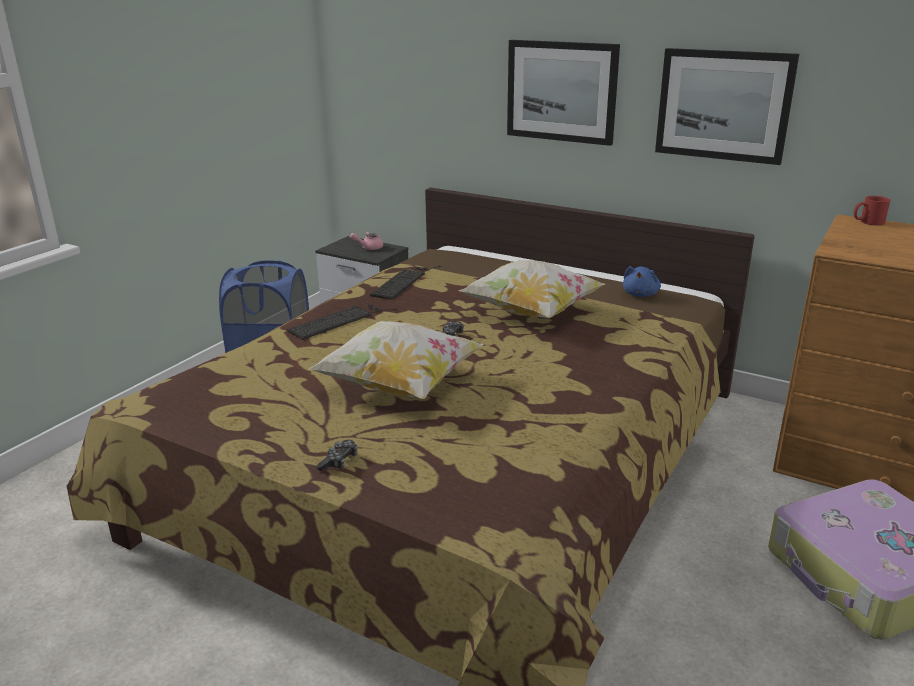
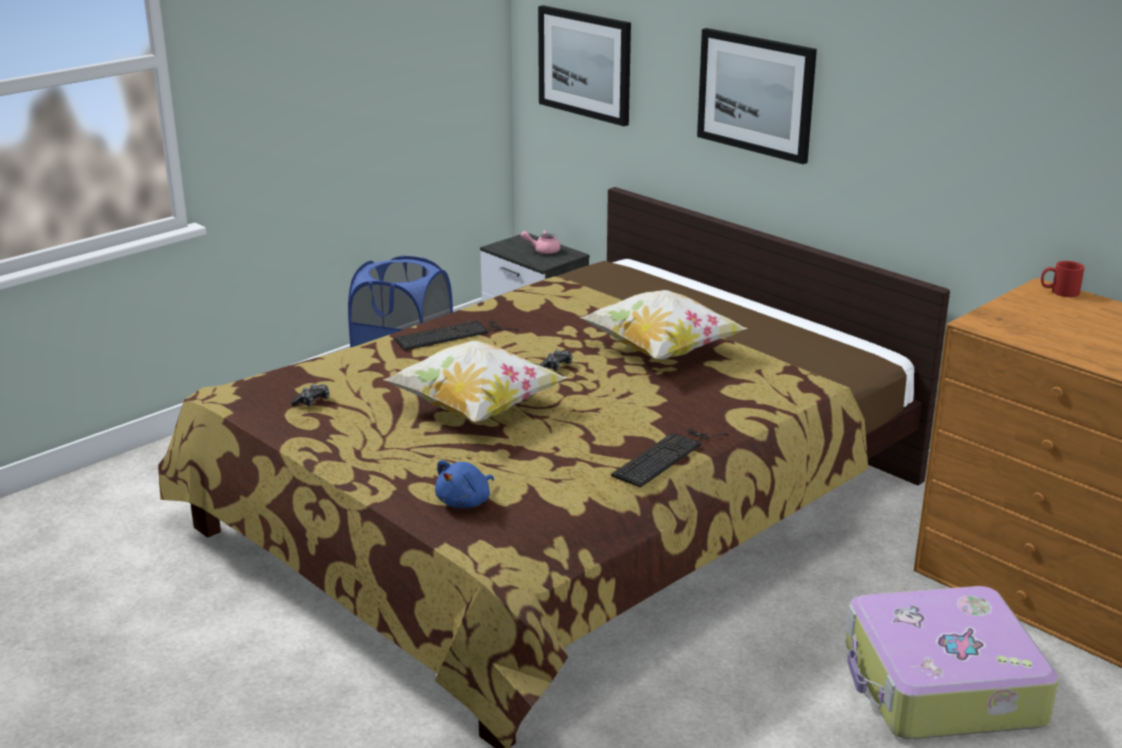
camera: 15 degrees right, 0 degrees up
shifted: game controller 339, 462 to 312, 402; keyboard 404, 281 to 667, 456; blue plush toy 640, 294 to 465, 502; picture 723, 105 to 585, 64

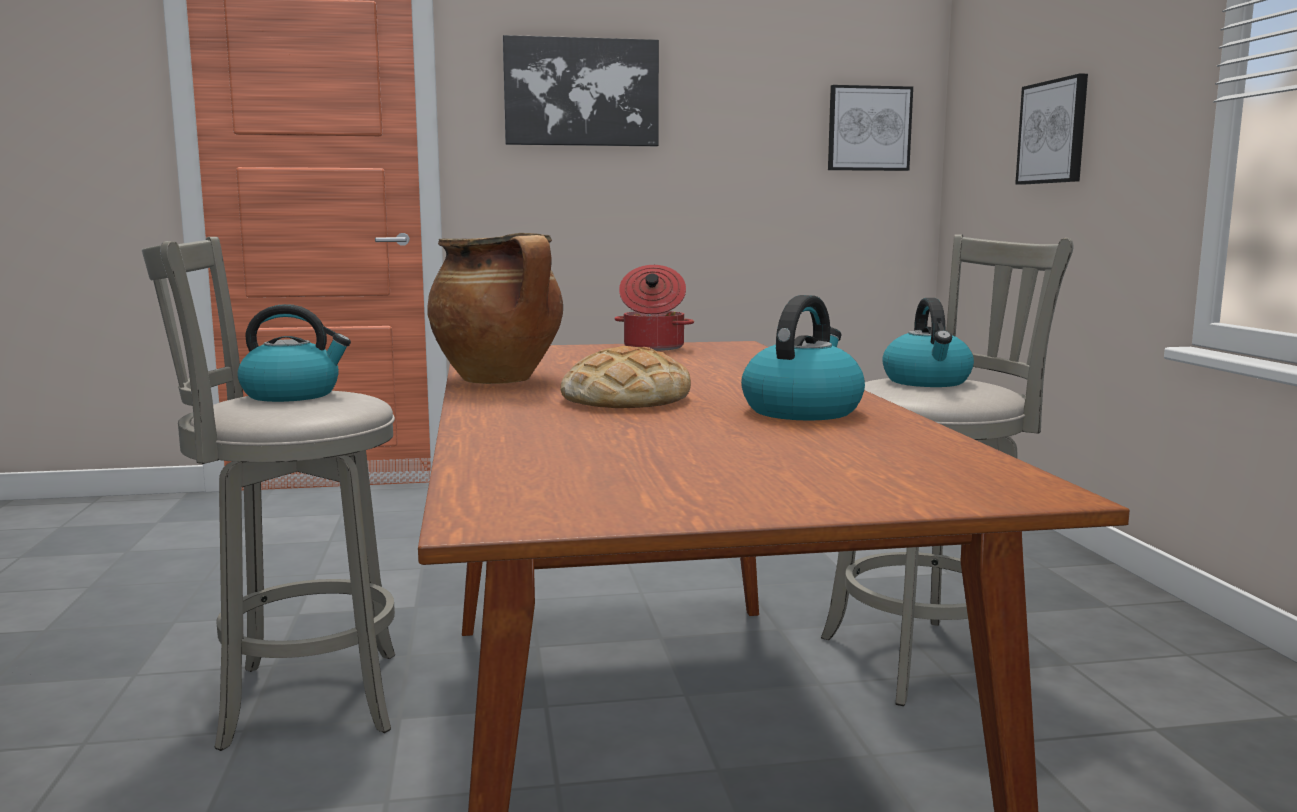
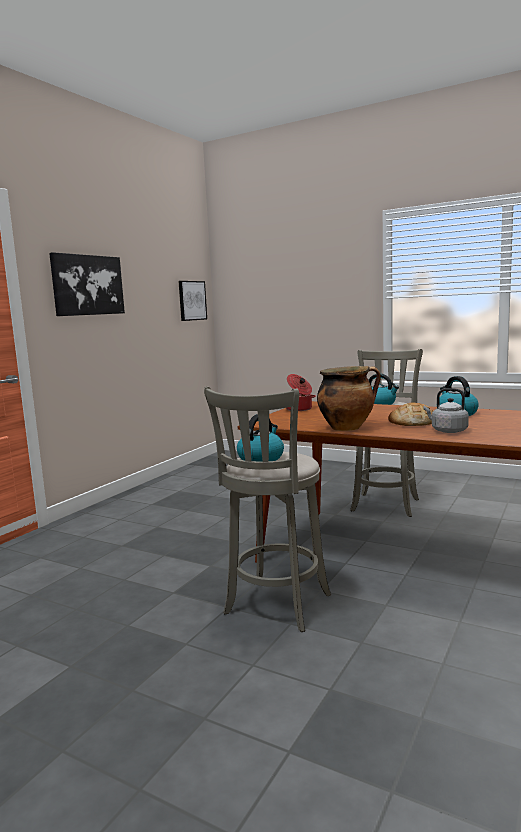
camera: 50 degrees left, 0 degrees up
gone: picture 1053, 132
new: grey kettle 447, 431

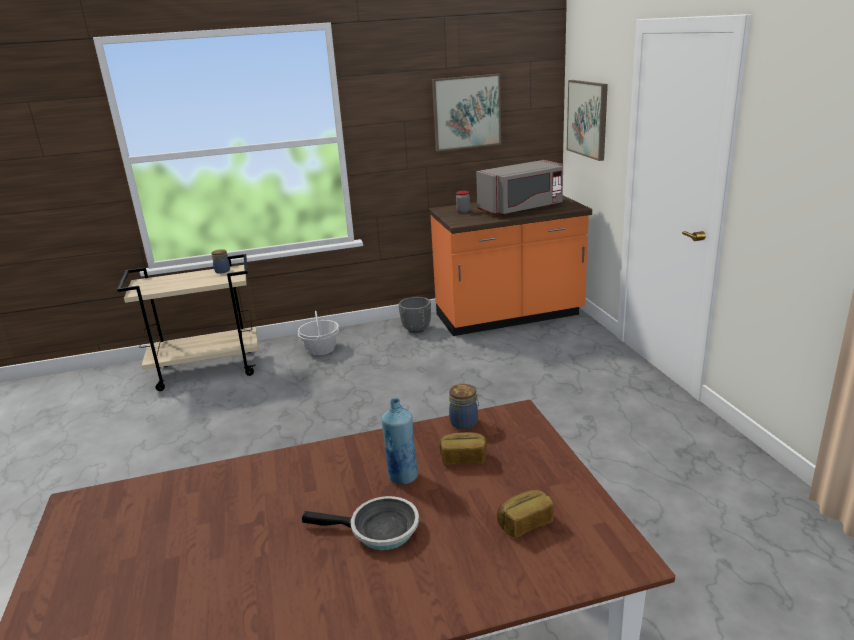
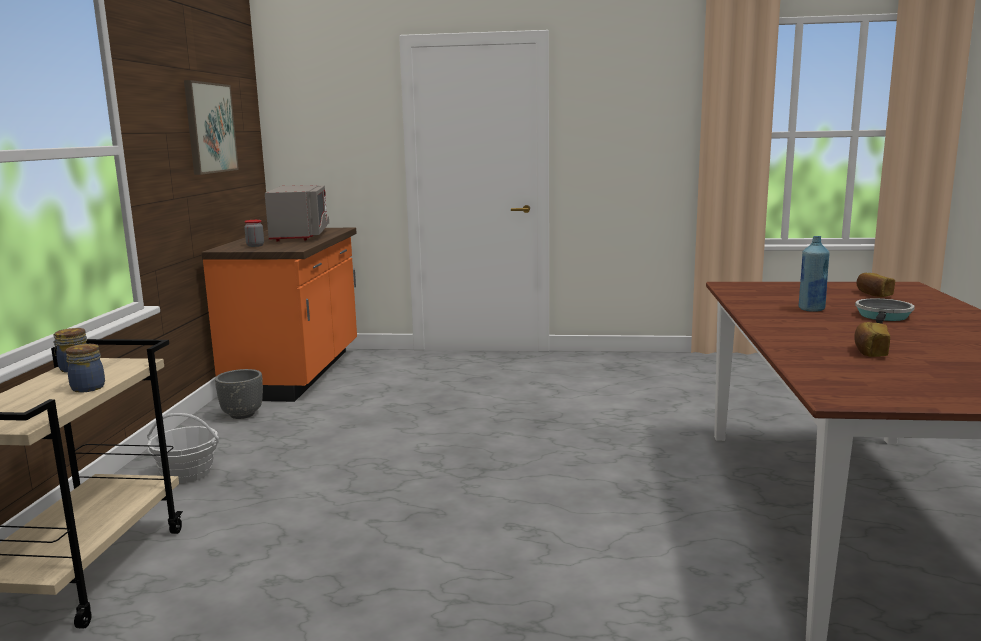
camera: 70 degrees left, 10 degrees down
gone: picture 588, 119
shifted: bread 463, 458 to 869, 352; jar 465, 422 to 88, 387

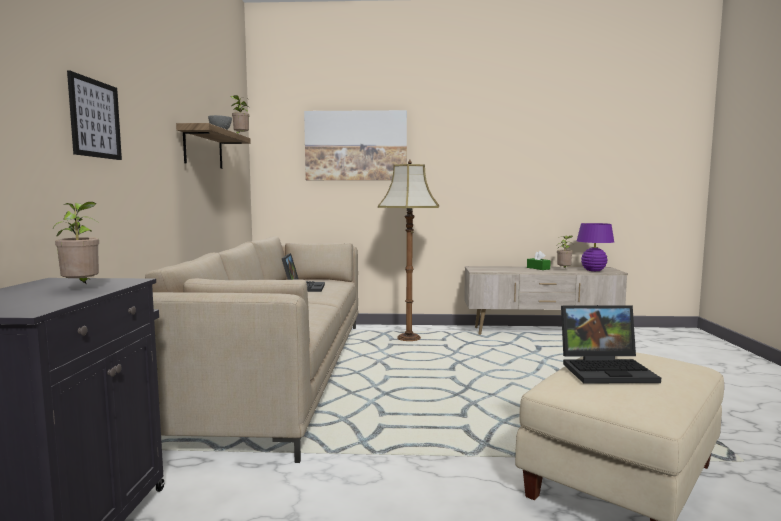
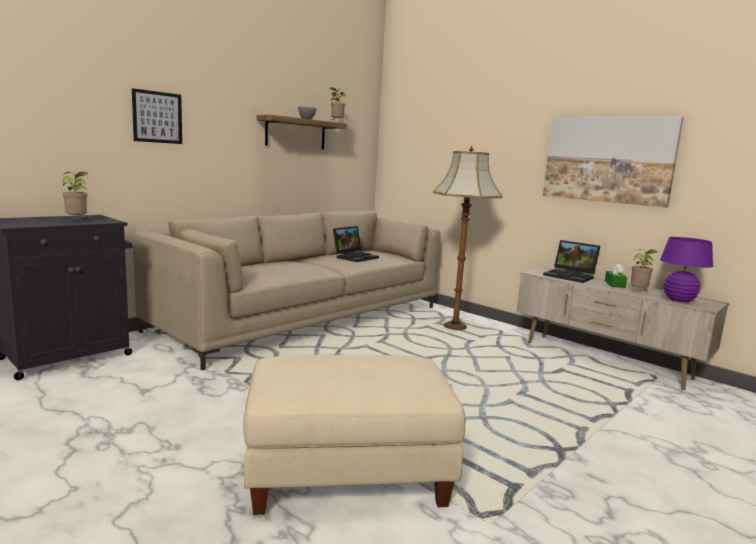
camera: 40 degrees right, 5 degrees up
shifted: picture 356, 146 to 608, 159; laptop 607, 370 to 571, 276

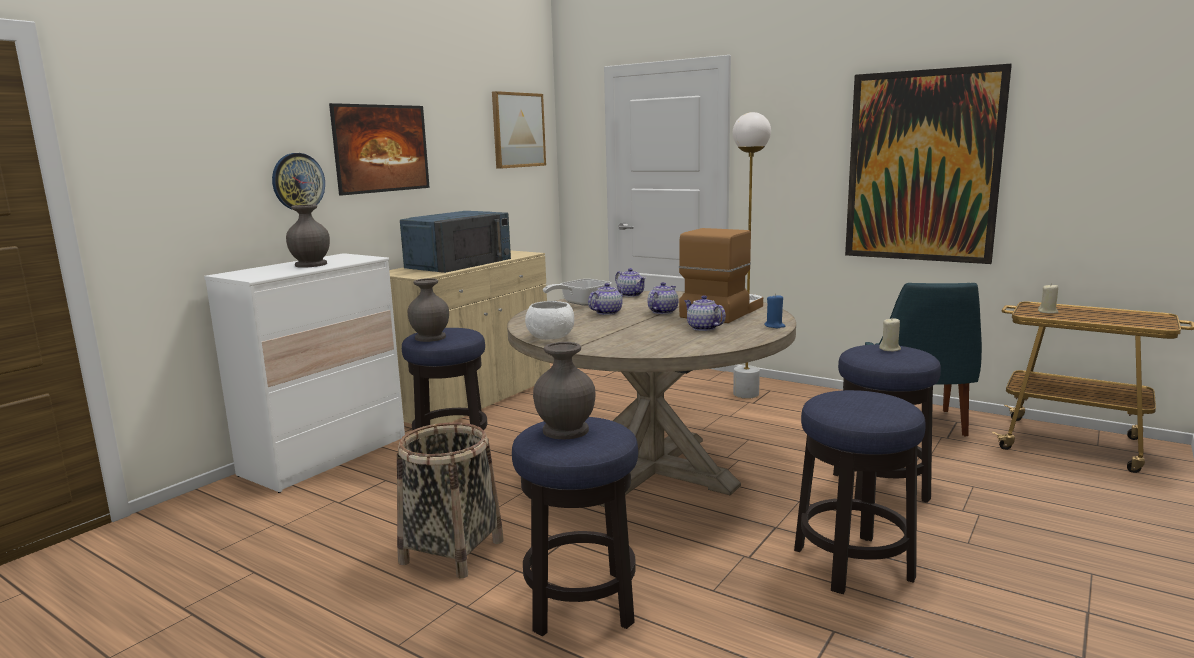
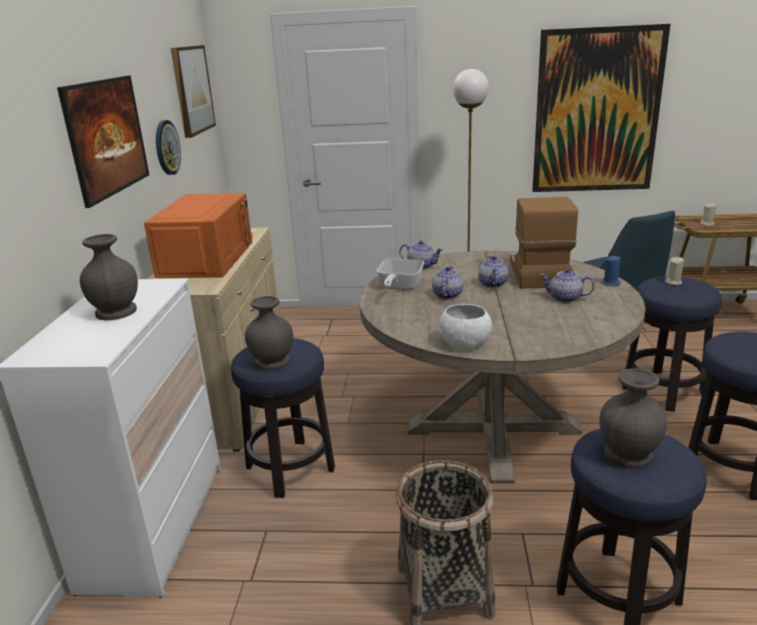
camera: 30 degrees left, 10 degrees up
shifted: wall clock 298, 182 to 166, 147
repainted: blue microwave 459, 263 to orange microwave 206, 258

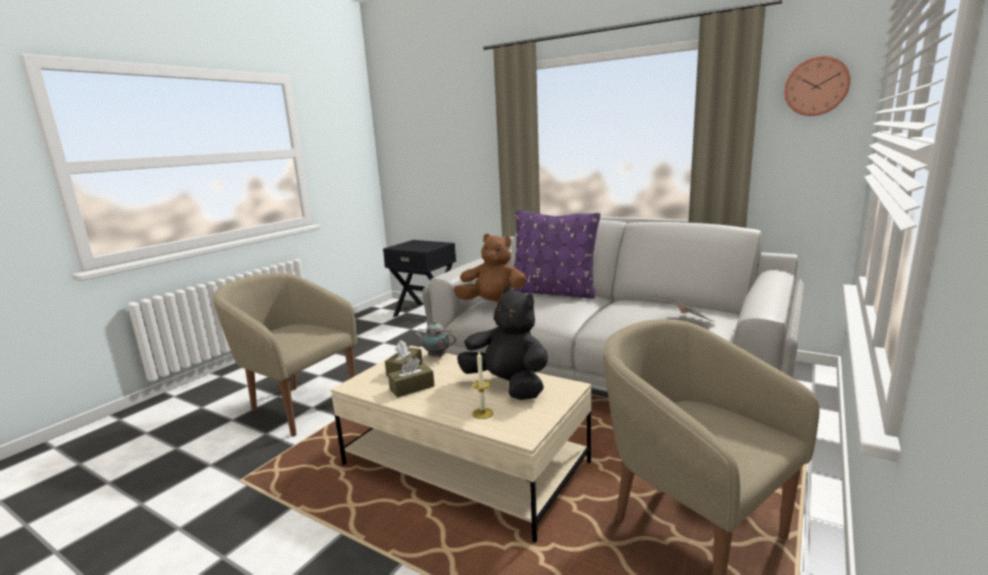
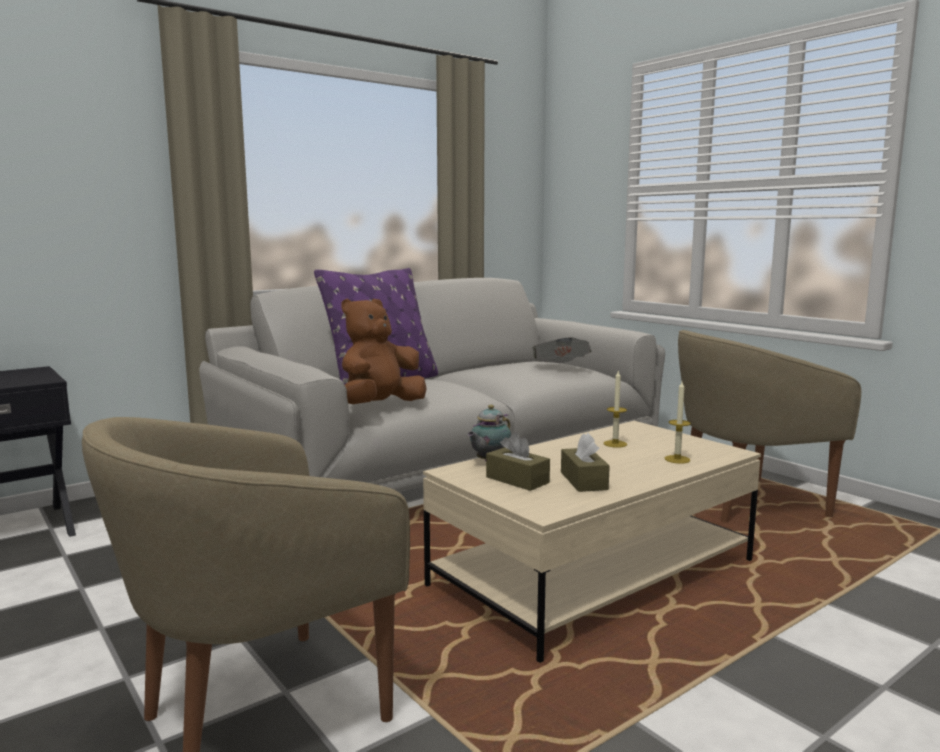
camera: 70 degrees left, 5 degrees down
gone: wall clock 816, 86
swapped: black plush toy 507, 386 to candle 615, 444

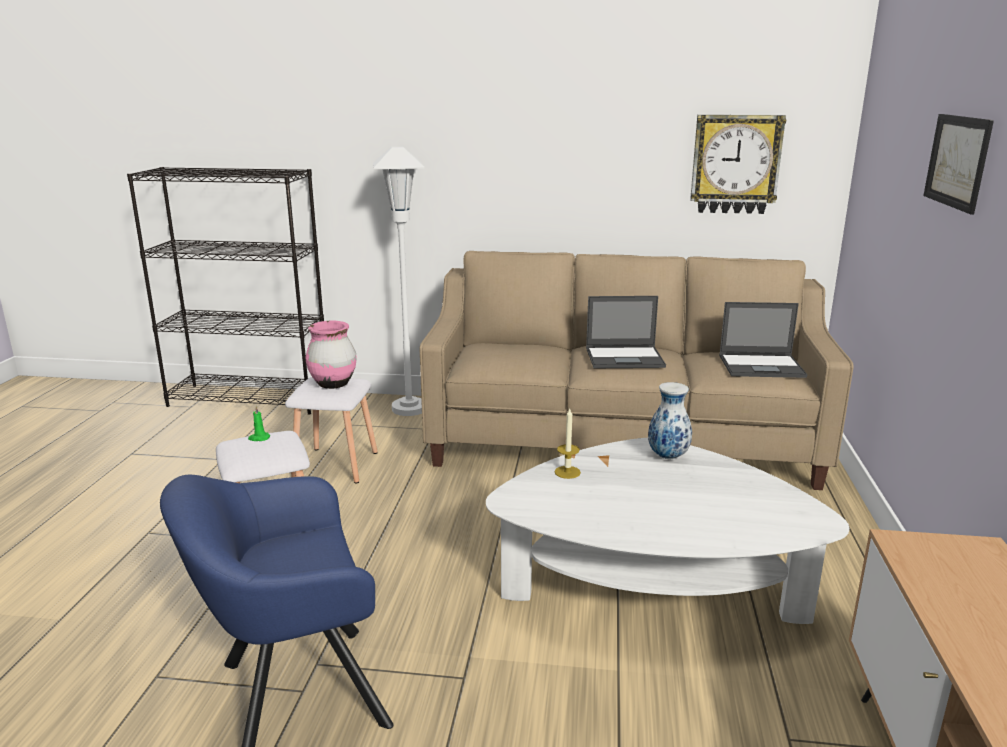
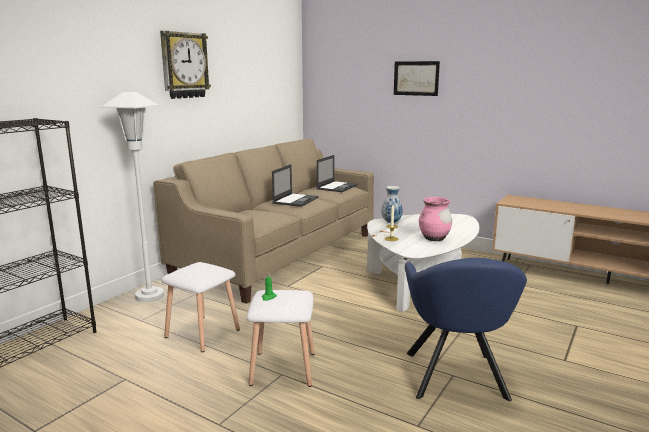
camera: 65 degrees left, 5 degrees down
shifted: pink vase 333, 384 to 434, 239; wall clock 735, 164 to 184, 65

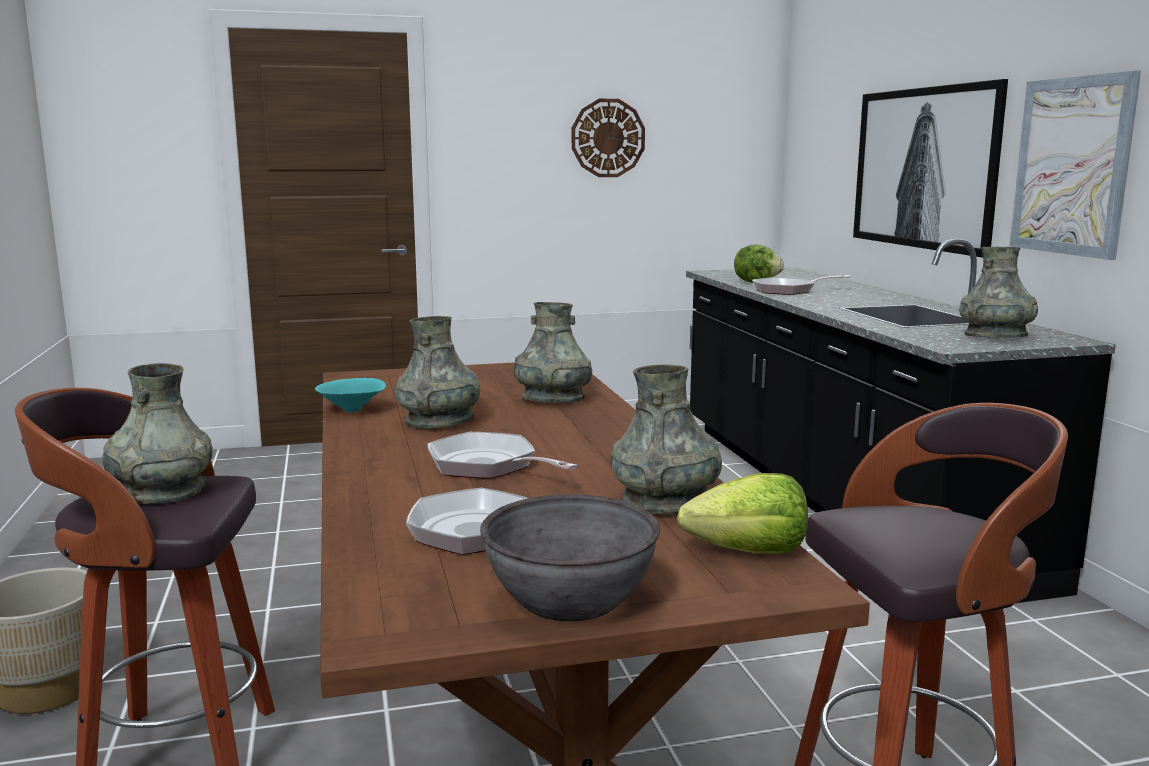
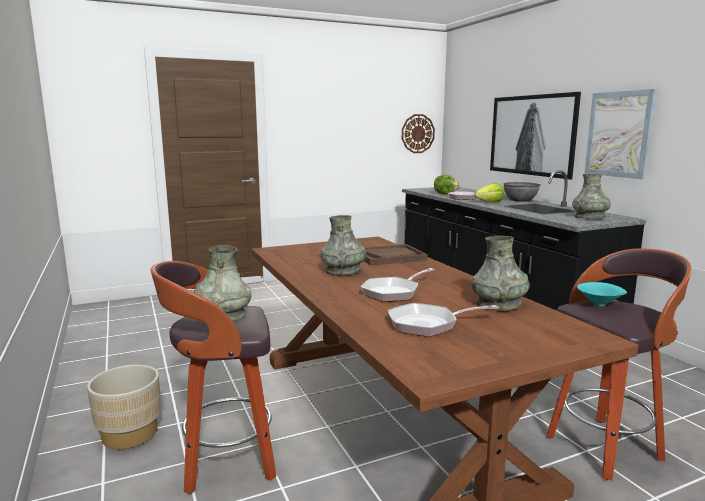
camera: 10 degrees left, 0 degrees up
shifted: turquoise bowl 353, 411 to 600, 304; grey bowl 570, 600 to 520, 200; wall clock 608, 138 to 417, 133; lettuce 749, 552 to 490, 202
swapped: grey vase 553, 398 to brown tray 389, 257
rotated: frying pan 488, 466 = 393, 292 75 degrees counterclockwise

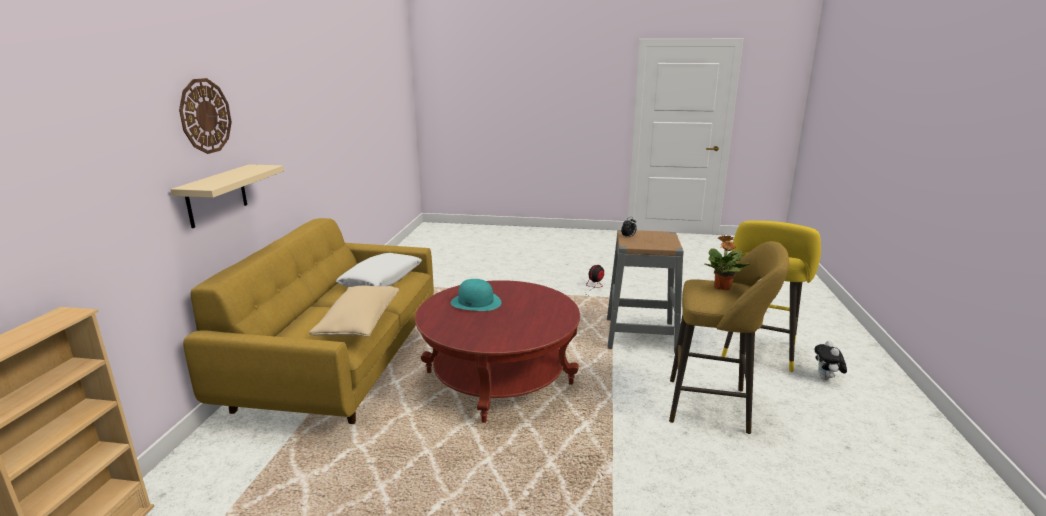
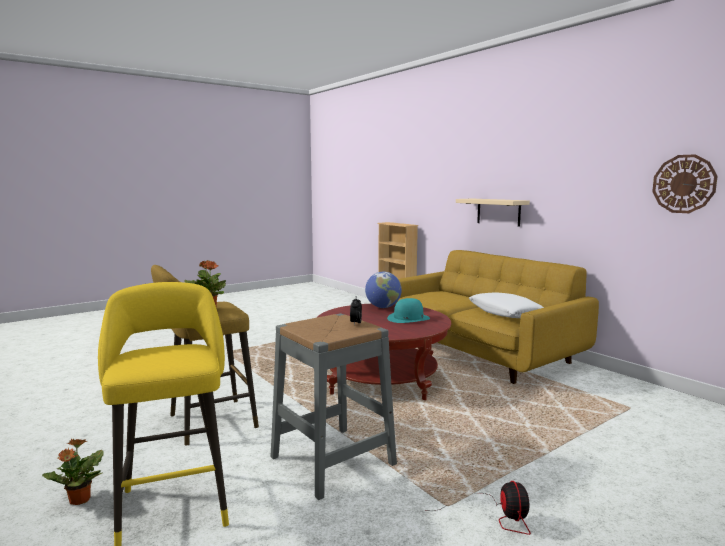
camera: 135 degrees right, 10 degrees down
gone: beige pillow 359, 324
new: globe 383, 307
shifted: wall clock 205, 116 to 684, 184
swapped: plush toy 826, 379 to potted plant 79, 500

